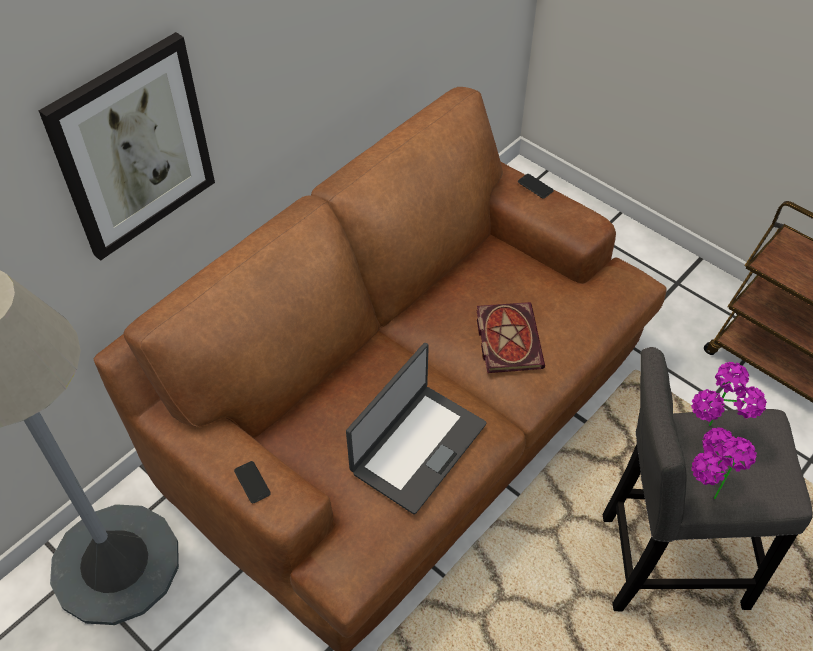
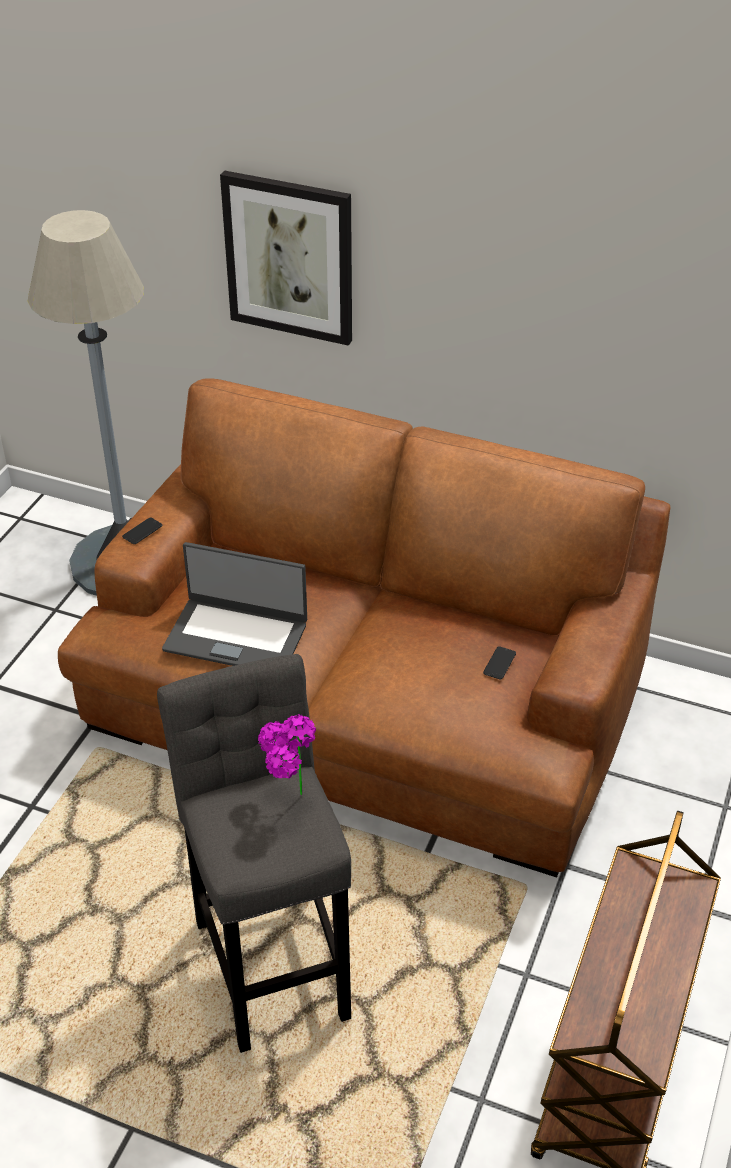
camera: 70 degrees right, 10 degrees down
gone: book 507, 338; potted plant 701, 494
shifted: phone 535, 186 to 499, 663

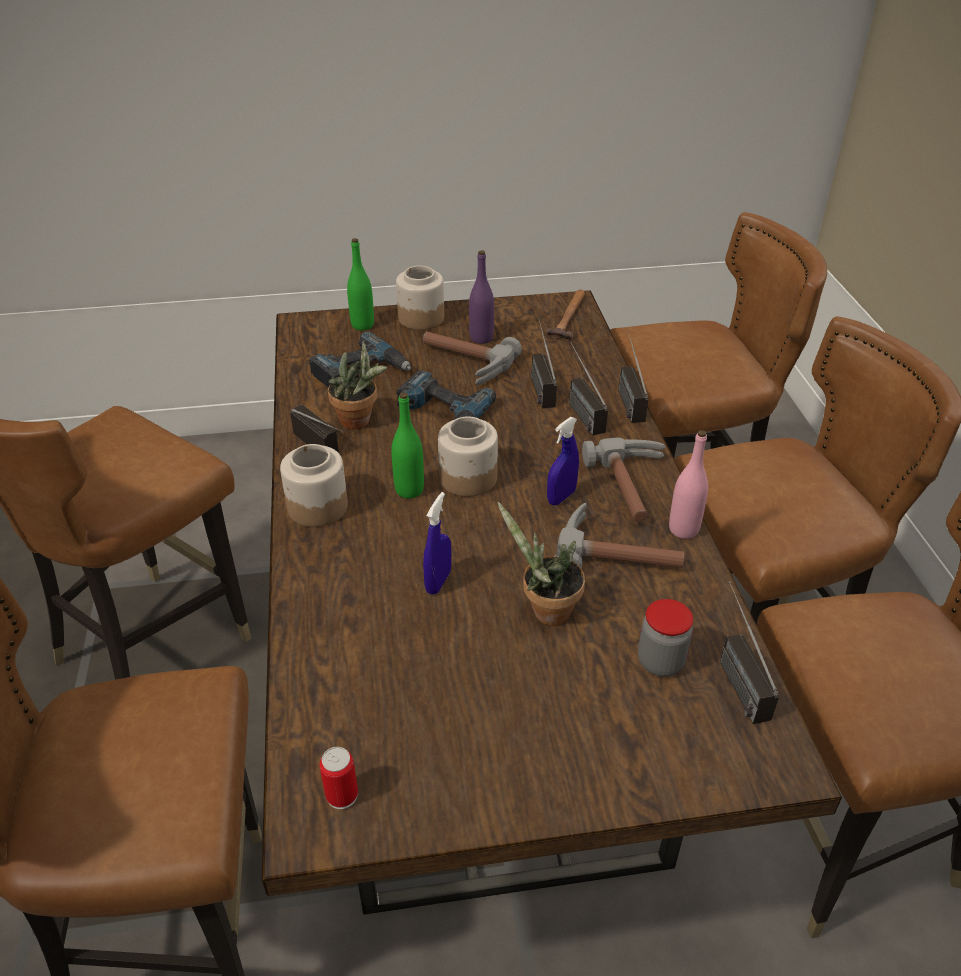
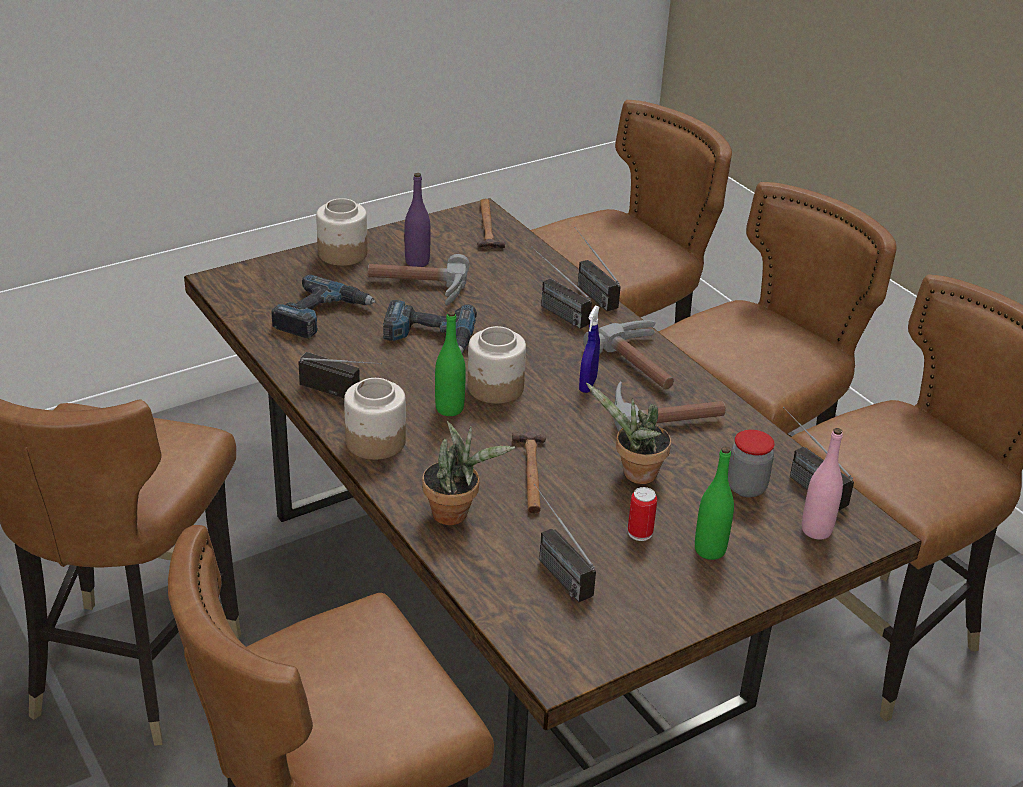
camera: 25 degrees left, 5 degrees down
shifted: can 342, 795 to 640, 533; potted plant 360, 421 to 455, 514; green bottle 362, 325 to 709, 550; radio 538, 384 to 553, 567; pink bottle 683, 529 to 816, 530
swapped: blue spray bottle 438, 582 to hammer 530, 475

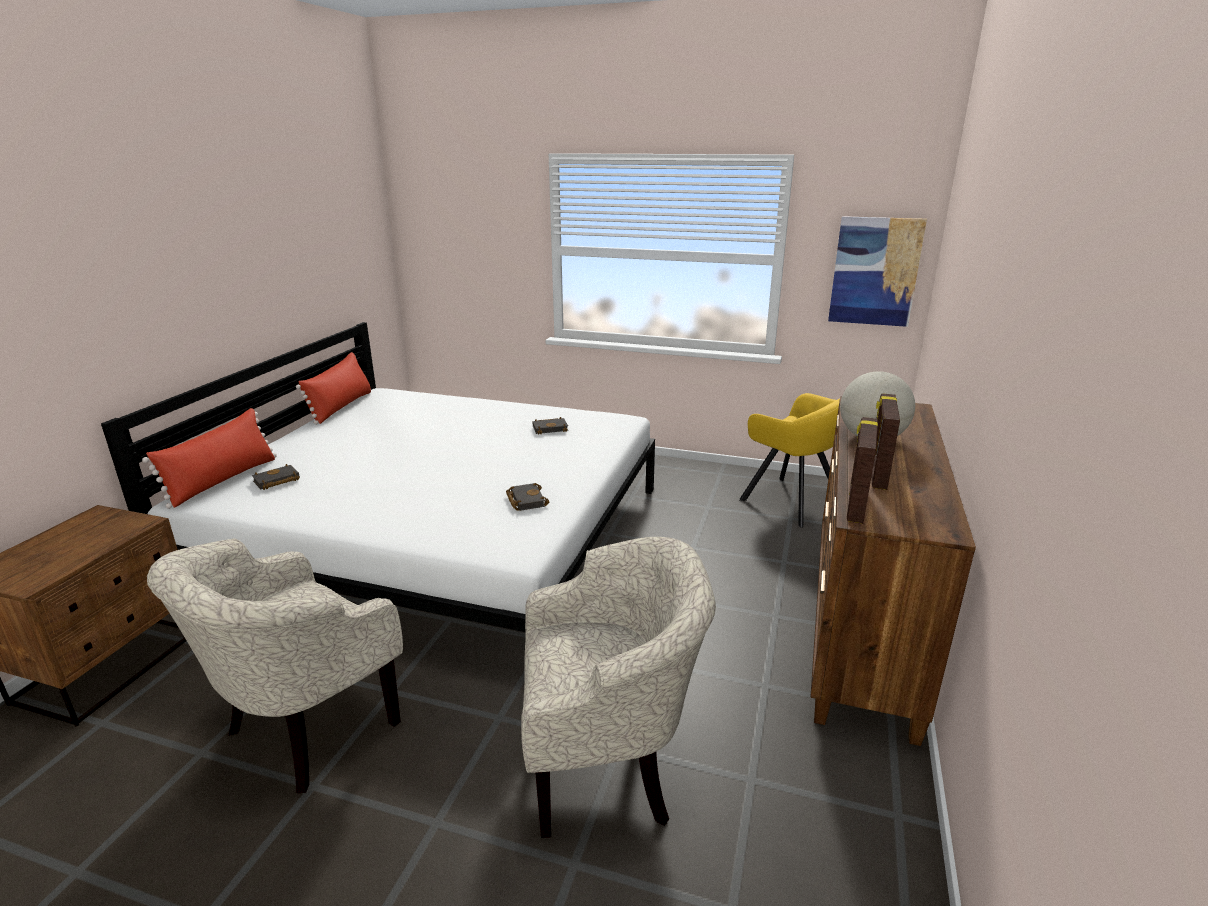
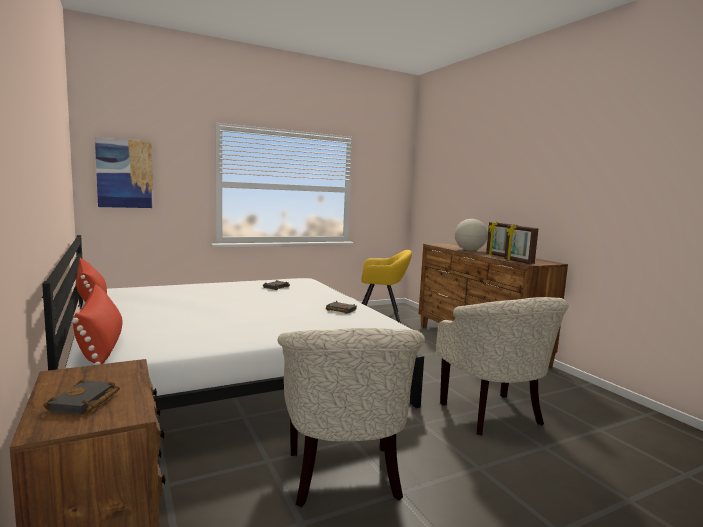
camera: 45 degrees left, 15 degrees down
shifted: black book 276, 481 to 85, 403; picture 875, 271 to 125, 174
rotated: beige armchair 609, 768 = 494, 416 120 degrees clockwise

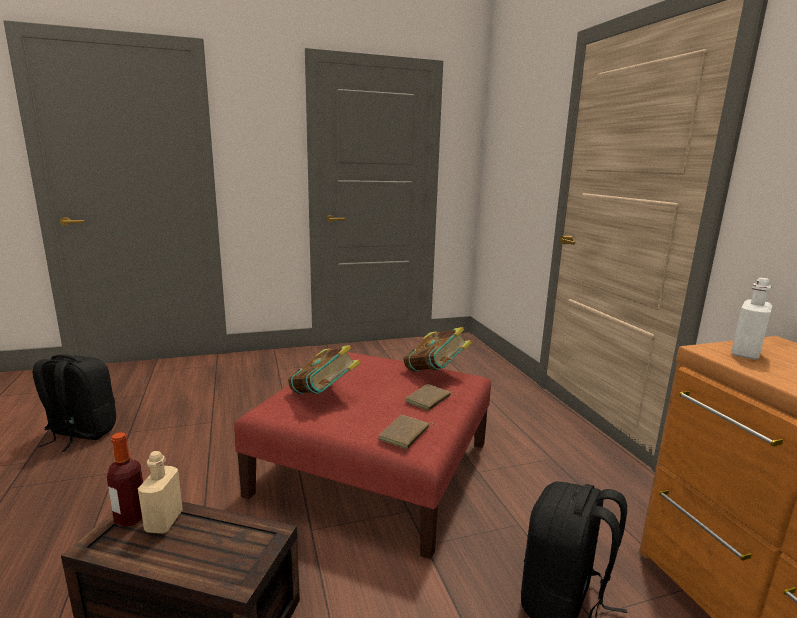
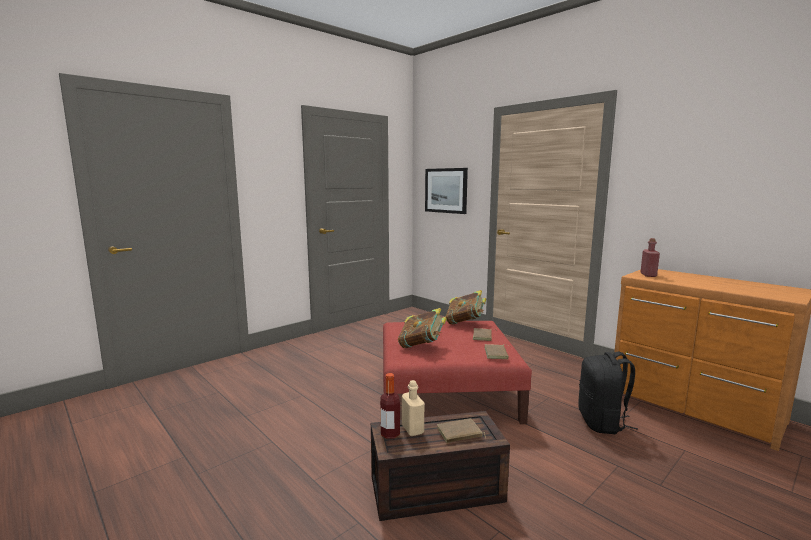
camera: 25 degrees left, 5 degrees down
gone: black backpack 80, 433
new: picture 446, 190; brown book 459, 434
repainted: white bottle 745, 353 to red bottle 648, 275

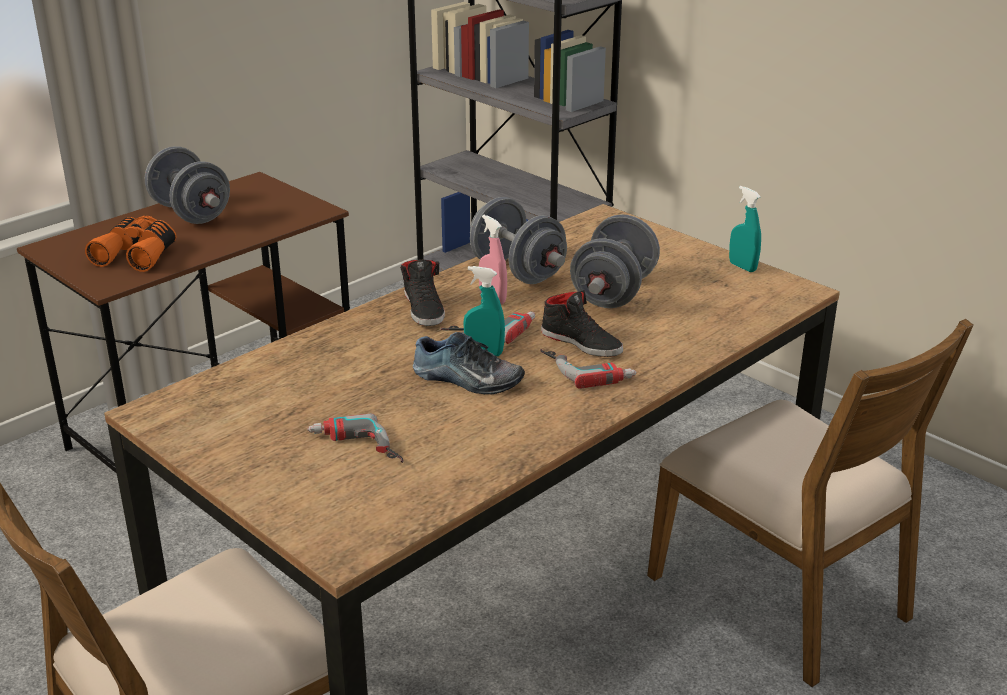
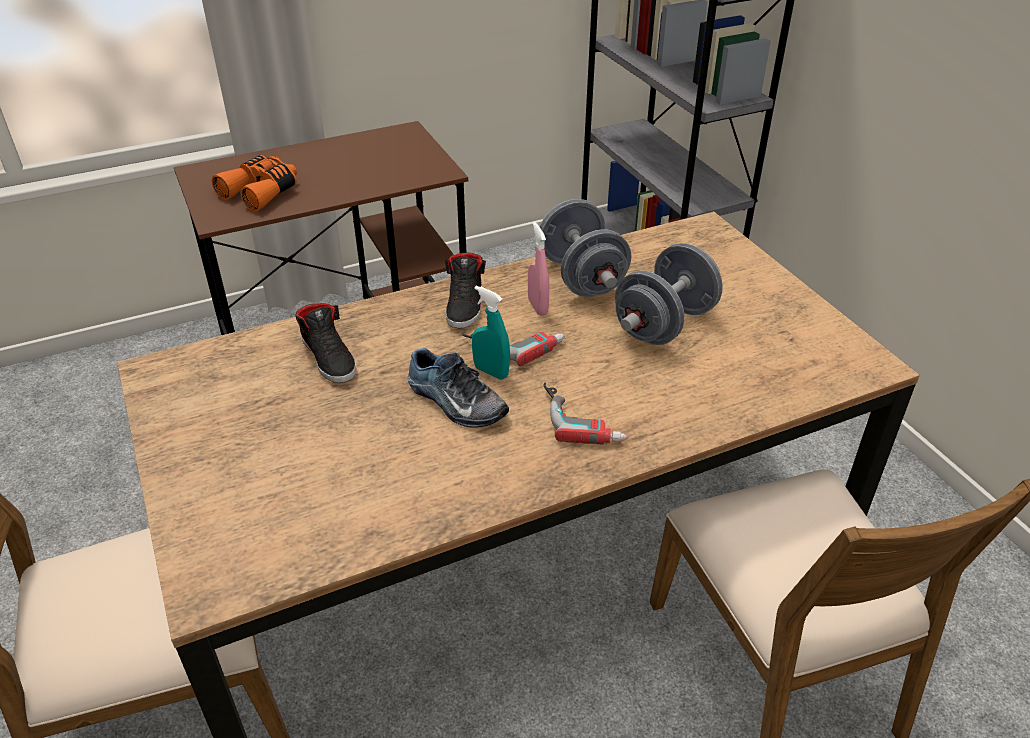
camera: 20 degrees right, 10 degrees up
gone: grey dumbbell 191, 213; power drill 354, 450; turquoise spray bottle 742, 267
shifted: black shoe 582, 342 to 329, 358

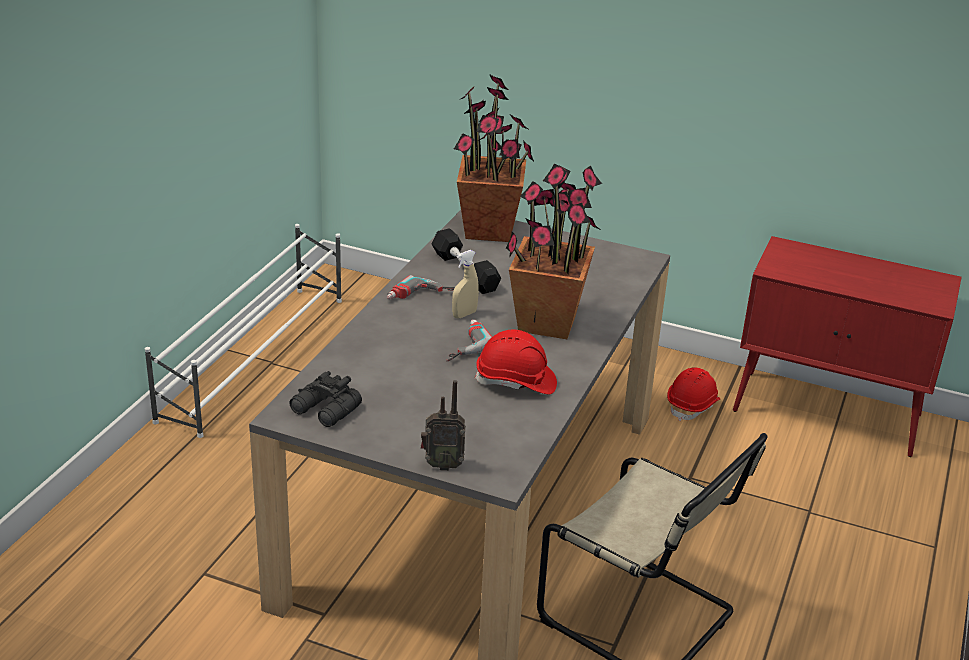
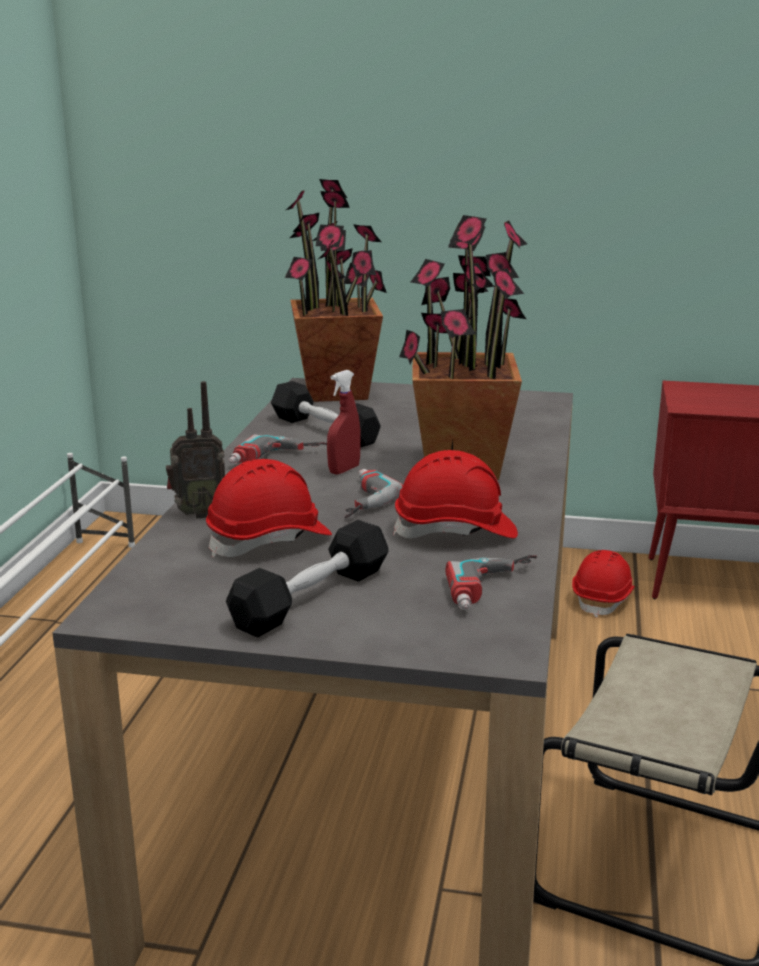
camera: 10 degrees left, 10 degrees down
gone: black binoculars 326, 411
new: red hard hat 269, 540; black dumbbell 311, 597; power drill 498, 590
shifted: radio 442, 465 to 198, 514
repainted: beige spray bottle 464, 314 to red spray bottle 344, 470

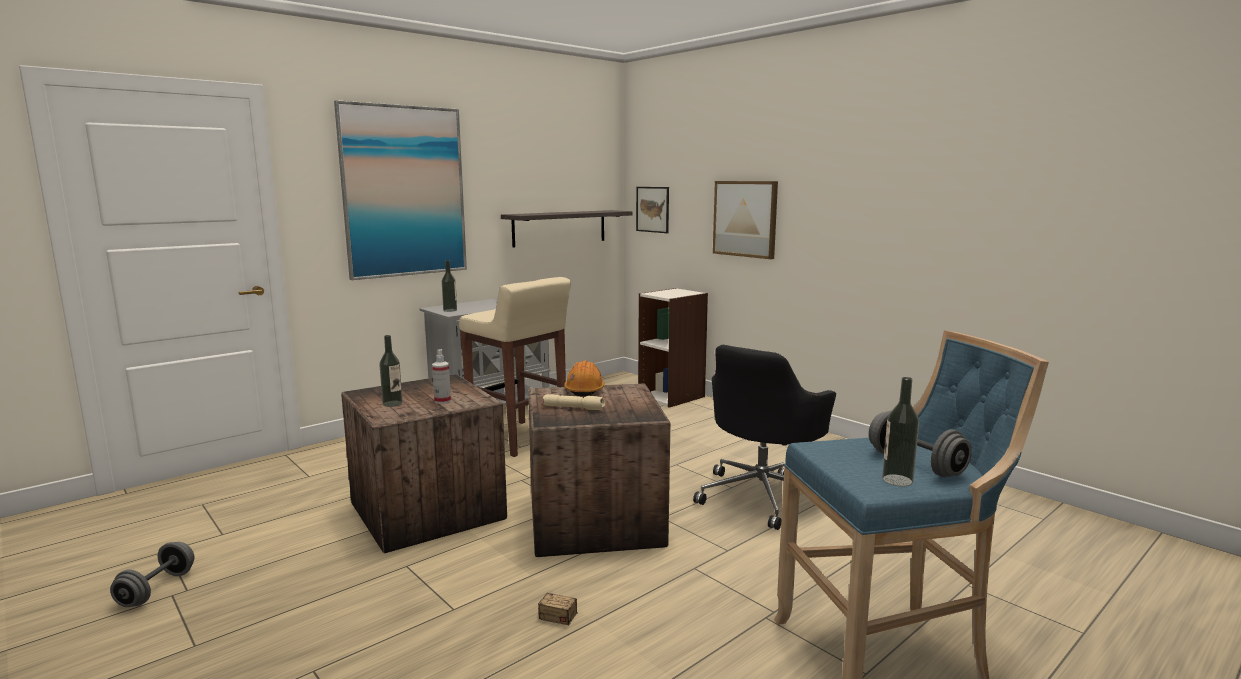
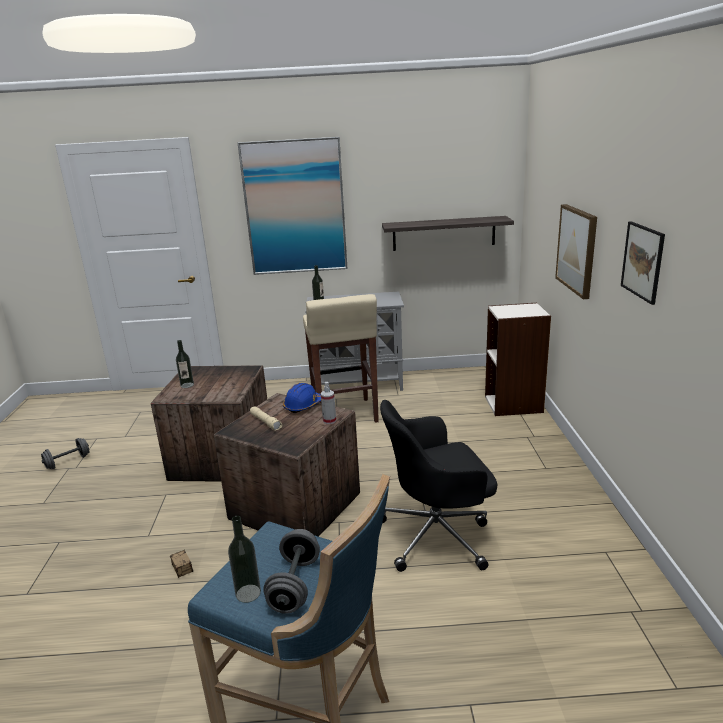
camera: 40 degrees right, 10 degrees up
shifted: spray bottle 442, 401 to 329, 421; picture 652, 209 to 642, 261
repainted: orange hard hat 584, 390 to blue hard hat 303, 406

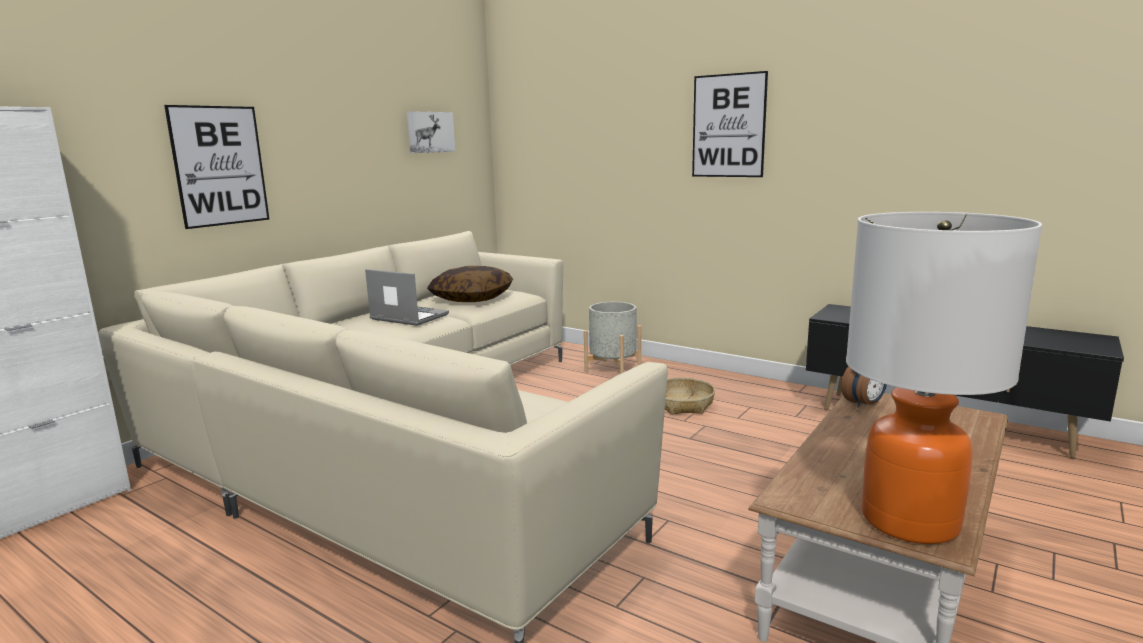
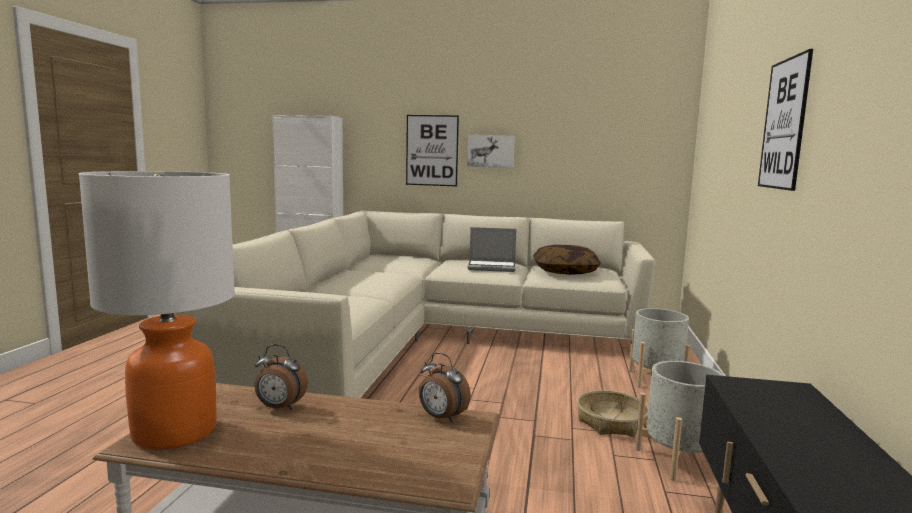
camera: 65 degrees right, 5 degrees down
new: alarm clock 279, 407; grey planter 679, 460
shifted: picture 429, 132 to 491, 151
rotated: laptop 408, 317 = 492, 267 90 degrees clockwise

